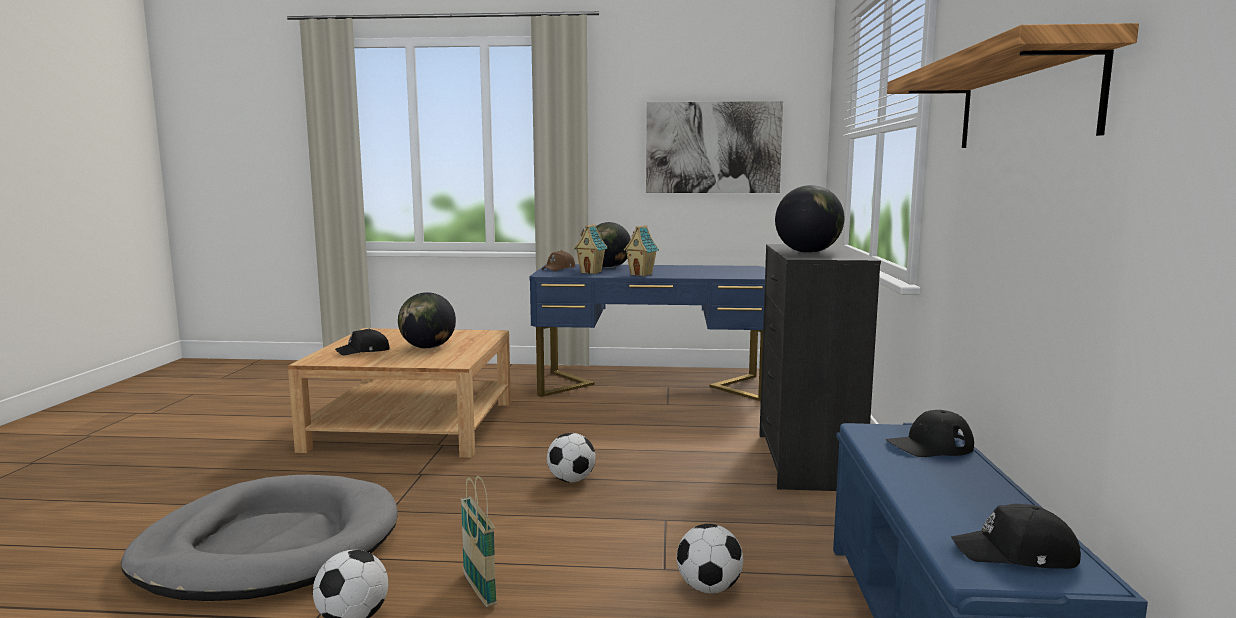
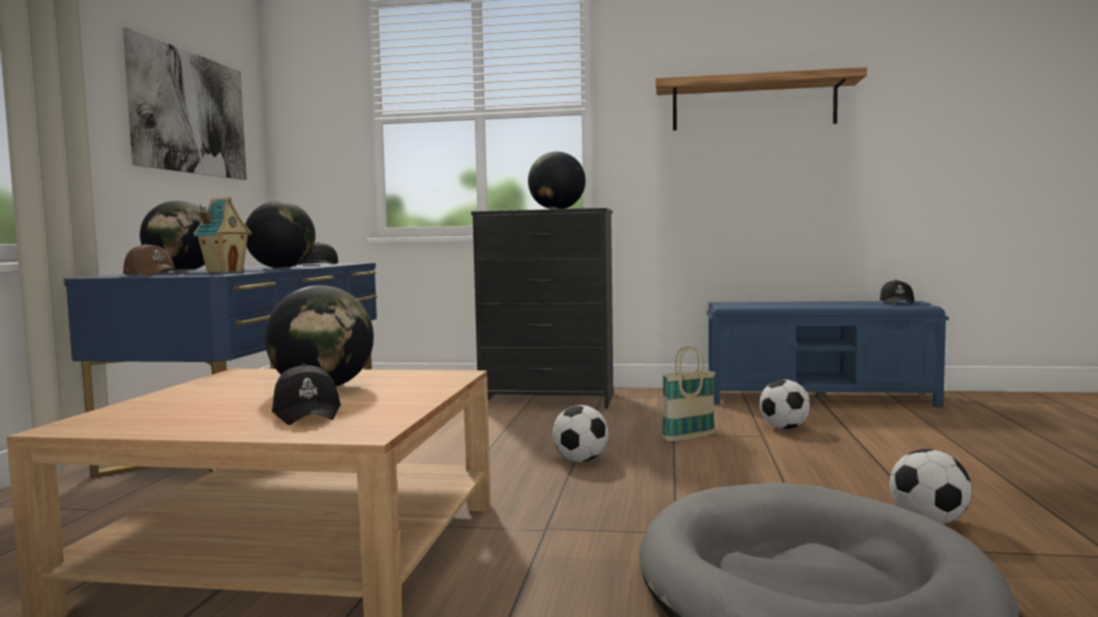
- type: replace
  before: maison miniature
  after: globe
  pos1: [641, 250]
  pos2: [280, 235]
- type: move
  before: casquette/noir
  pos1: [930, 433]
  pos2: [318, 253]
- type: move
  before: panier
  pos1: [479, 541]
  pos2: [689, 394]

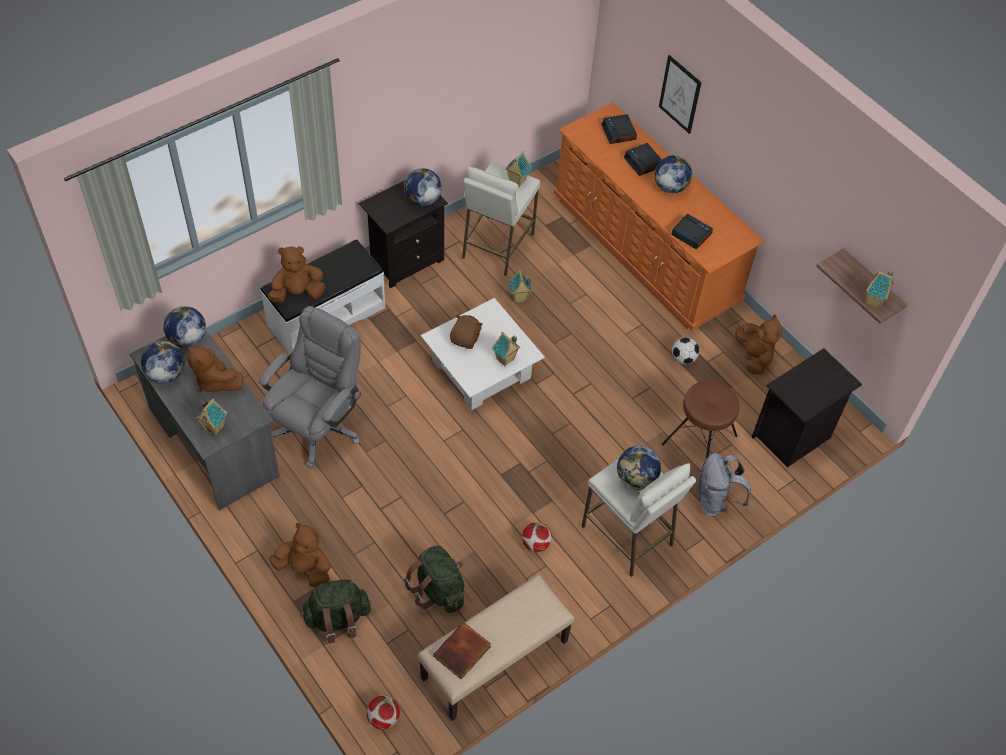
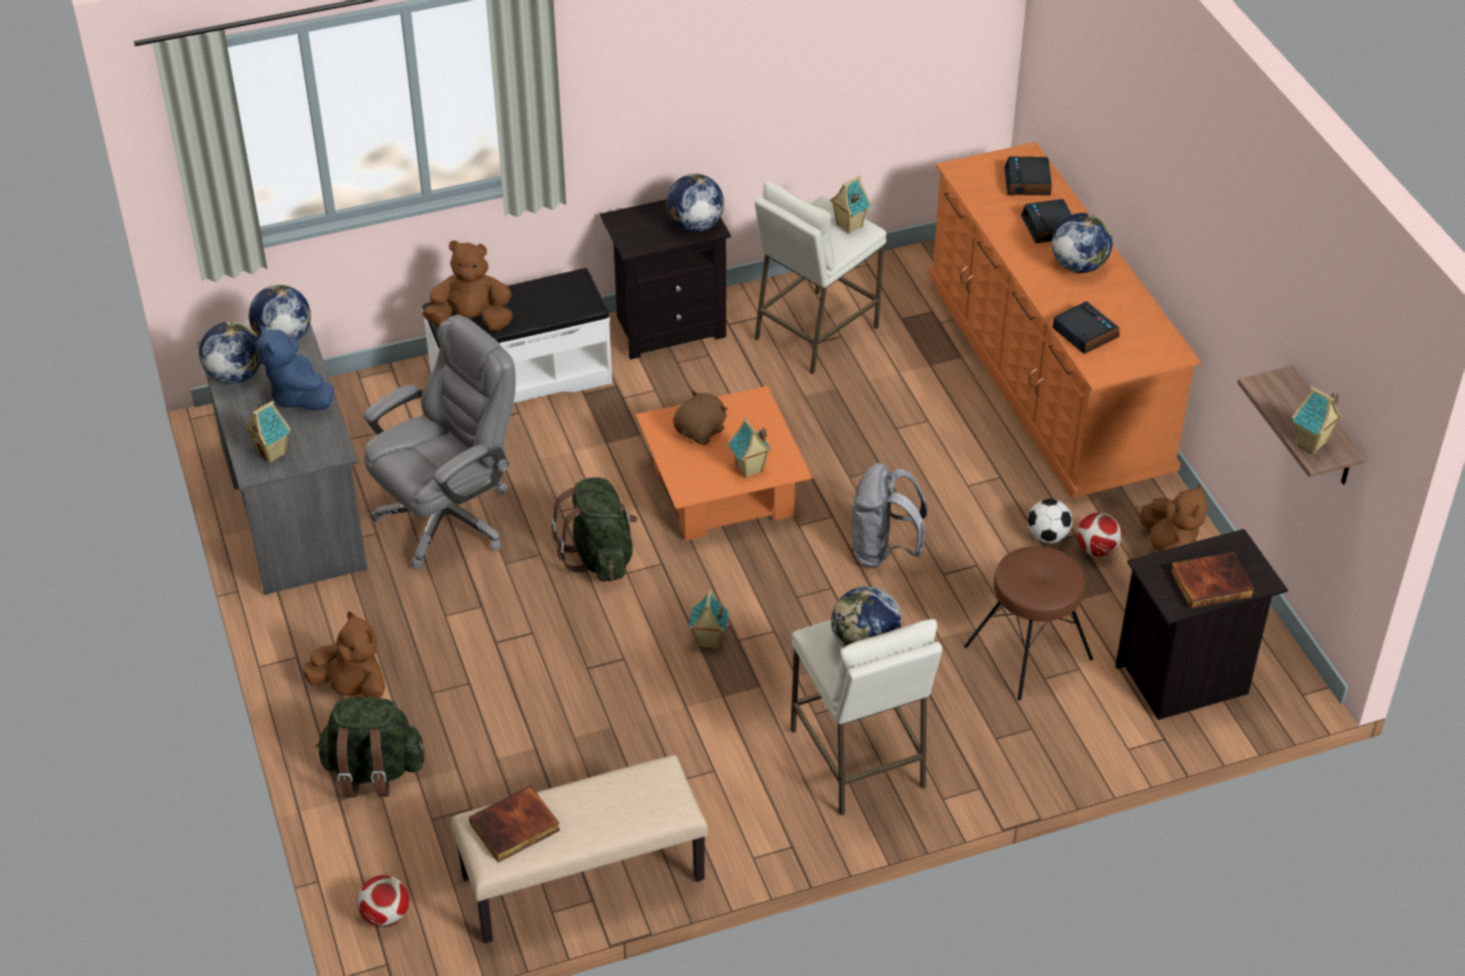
- type: delete
  before: tableau
  pos1: [680, 94]
- type: move
  before: maison miniature
  pos1: [520, 286]
  pos2: [708, 619]
- type: recolor
  before: table basse/blanc
  after: table basse/orange
  pos1: [483, 354]
  pos2: [724, 463]
- type: recolor
  before: peluche/marron
  after: peluche/bleu
  pos1: [215, 369]
  pos2: [295, 367]
- type: move
  before: sac à dos/gris
  pos1: [723, 485]
  pos2: [890, 515]
- type: move
  before: ballon de foot
  pos1: [537, 537]
  pos2: [1099, 534]
- type: move
  before: sac à dos/vert
  pos1: [434, 579]
  pos2: [594, 529]
- type: insert
  after: livre
  pos2: [1212, 580]

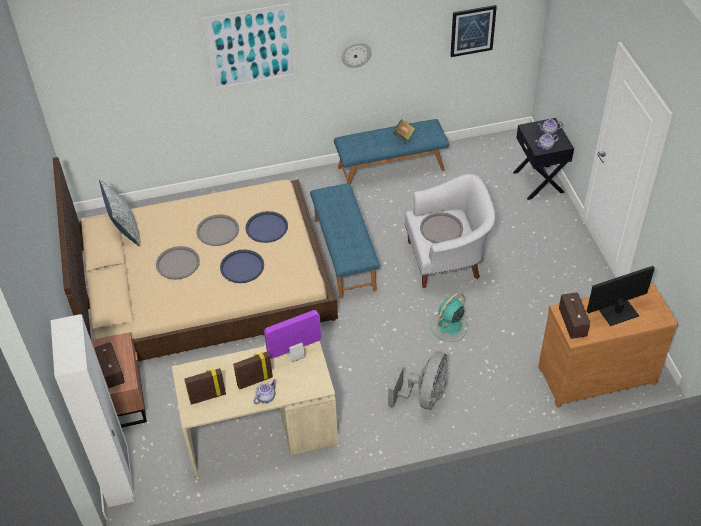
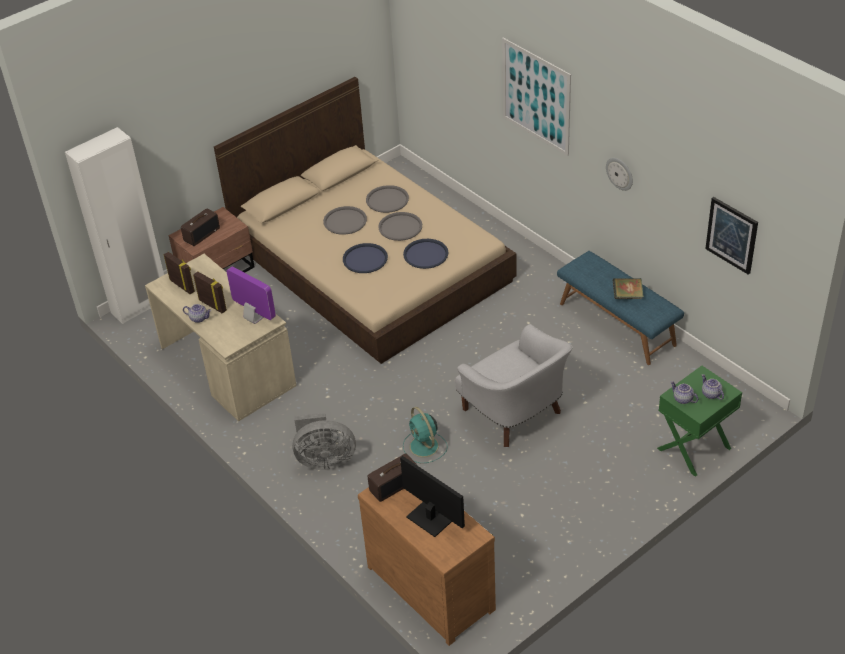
- type: recolor
  before: table de chevet/noir
  after: table de chevet/vert
  pos1: [543, 159]
  pos2: [699, 421]
- type: delete
  before: coussin
  pos1: [120, 213]
- type: delete
  before: banc/bleu
  pos1: [345, 241]
- type: move
  before: plateau/gris
  pos1: [441, 228]
  pos2: [387, 199]
- type: rotate
  before: ventilateur/turquoise
  pos1: [449, 317]
  pos2: [425, 435]
  turn: -135

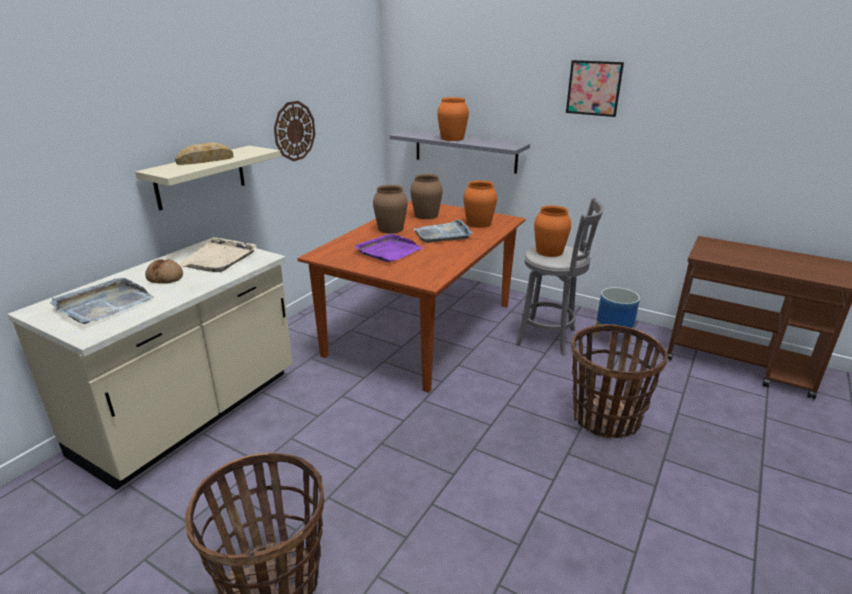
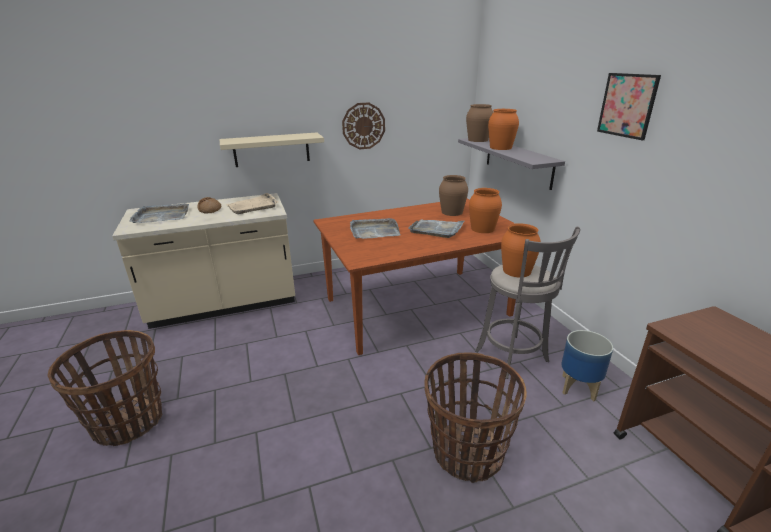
- type: delete
  before: pain
  pos1: [204, 153]
- type: move
  before: vase/marron
  pos1: [390, 209]
  pos2: [479, 123]
- type: recolor
  before: plateau/violet
  after: plateau/gris
  pos1: [389, 248]
  pos2: [375, 228]

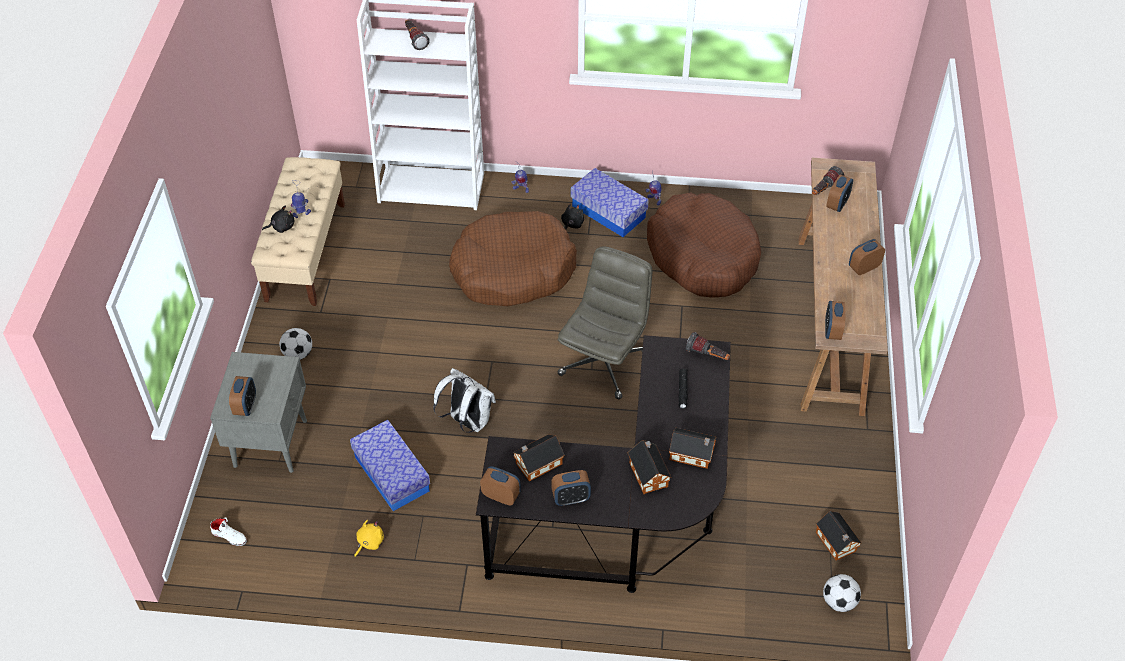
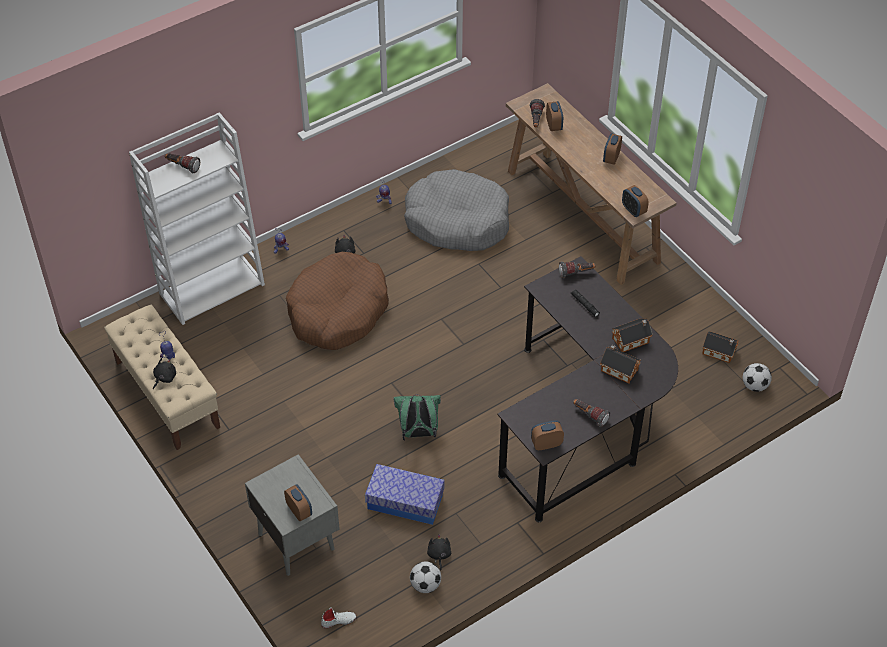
- type: delete
  before: boîte de rangement
  pos1: [610, 202]
- type: recolor
  before: panier pour chien/marron
  after: panier pour chien/gris
  pos1: [704, 245]
  pos2: [456, 210]
- type: delete
  before: chaise de bureau/gris
  pos1: [604, 323]
- type: move
  before: ballon de foot
  pos1: [296, 344]
  pos2: [425, 577]
- type: recolor
  before: sac à dos/blanc
  after: sac à dos/vert
  pos1: [464, 400]
  pos2: [417, 417]
- type: delete
  before: maison miniature
  pos1: [538, 457]
- type: replace
  before: réveil
  after: lampe de poche
  pos1: [571, 488]
  pos2: [591, 413]
- type: recolor
  before: peluche/jaune
  after: peluche/noir
  pos1: [369, 538]
  pos2: [439, 552]

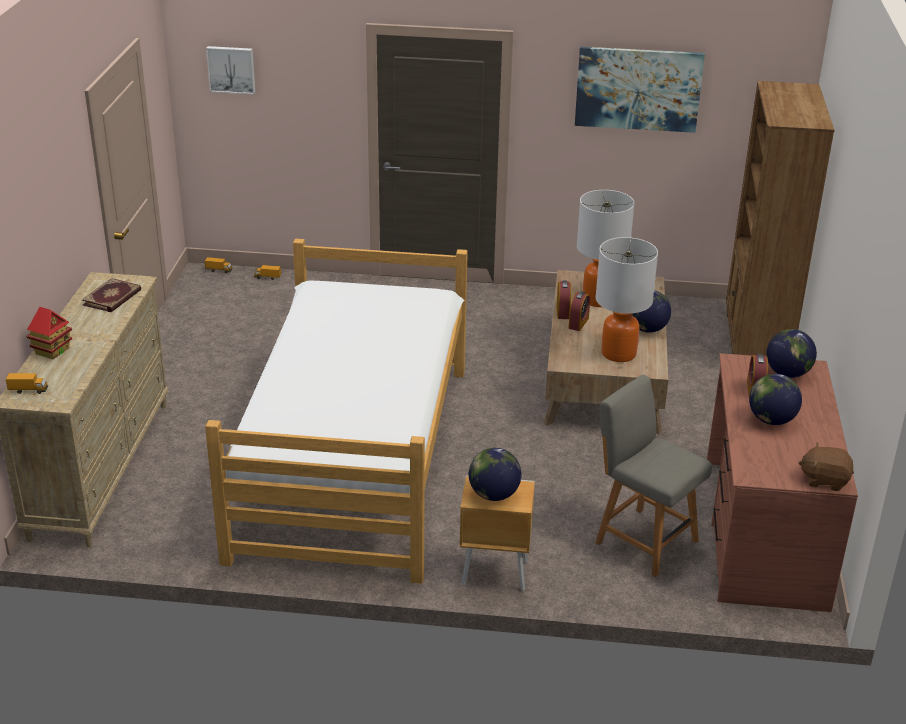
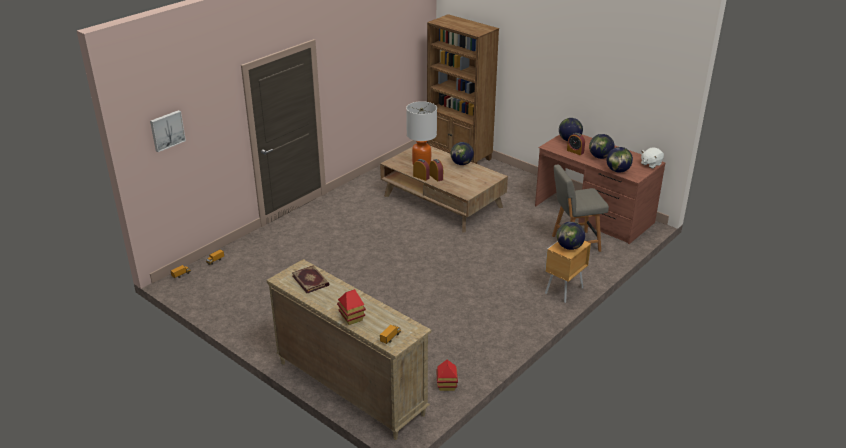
- type: delete
  before: tableau
  pos1: [640, 90]
- type: delete
  before: lampe de table
  pos1: [626, 299]
- type: delete
  before: lit
  pos1: [336, 411]
- type: recolor
  before: peluche/marron
  after: peluche/blanc
  pos1: [826, 466]
  pos2: [652, 158]
- type: insert
  after: globe
  pos2: [620, 160]
- type: insert
  after: maison miniature
  pos2: [447, 375]

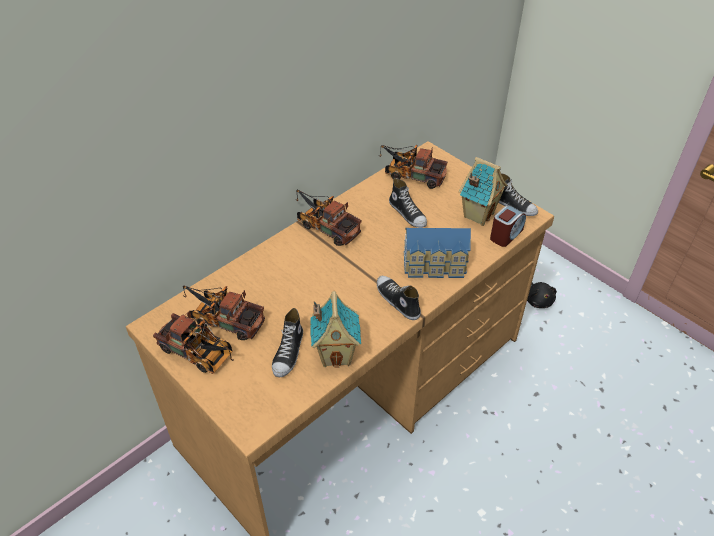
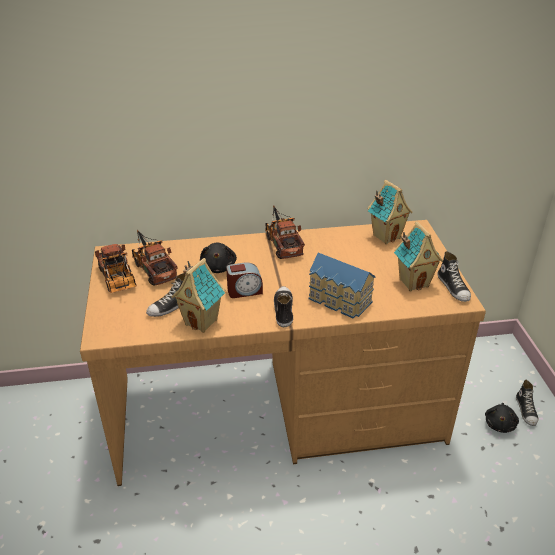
- type: replace
  before: camion jouet
  after: maison miniature
  pos1: [413, 167]
  pos2: [390, 212]
- type: move
  before: chaussure
  pos1: [408, 203]
  pos2: [527, 403]
- type: move
  before: réveil
  pos1: [508, 226]
  pos2: [244, 280]
- type: insert
  after: peluche/noir
  pos2: [218, 257]

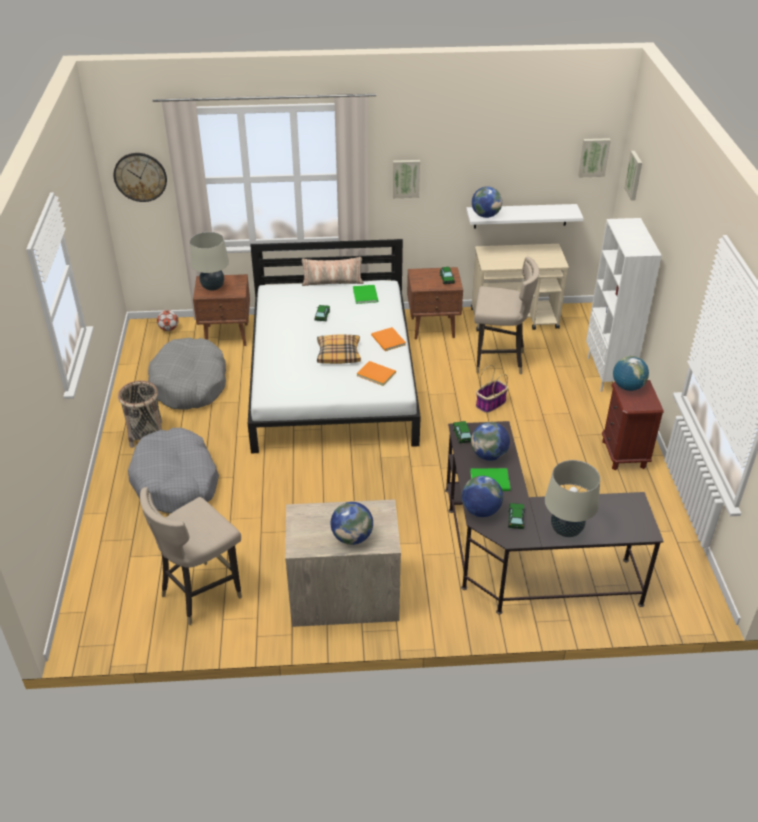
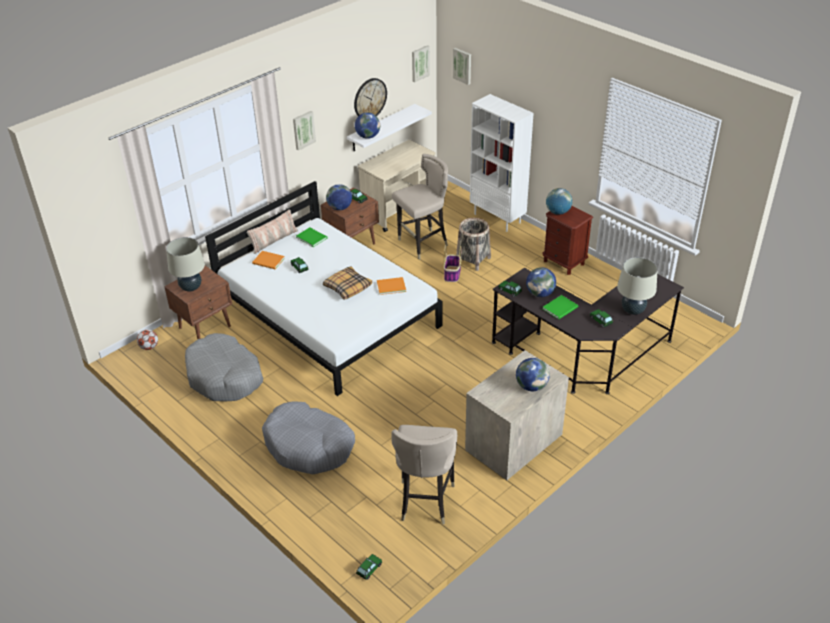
- type: move
  before: horloge murale
  pos1: [140, 177]
  pos2: [370, 97]
- type: move
  before: livre/orange
  pos1: [388, 339]
  pos2: [268, 260]
- type: move
  before: panier
  pos1: [140, 414]
  pos2: [473, 244]
- type: move
  before: globe
  pos1: [482, 496]
  pos2: [339, 197]
- type: insert
  after: petite voiture
  pos2: [369, 567]

